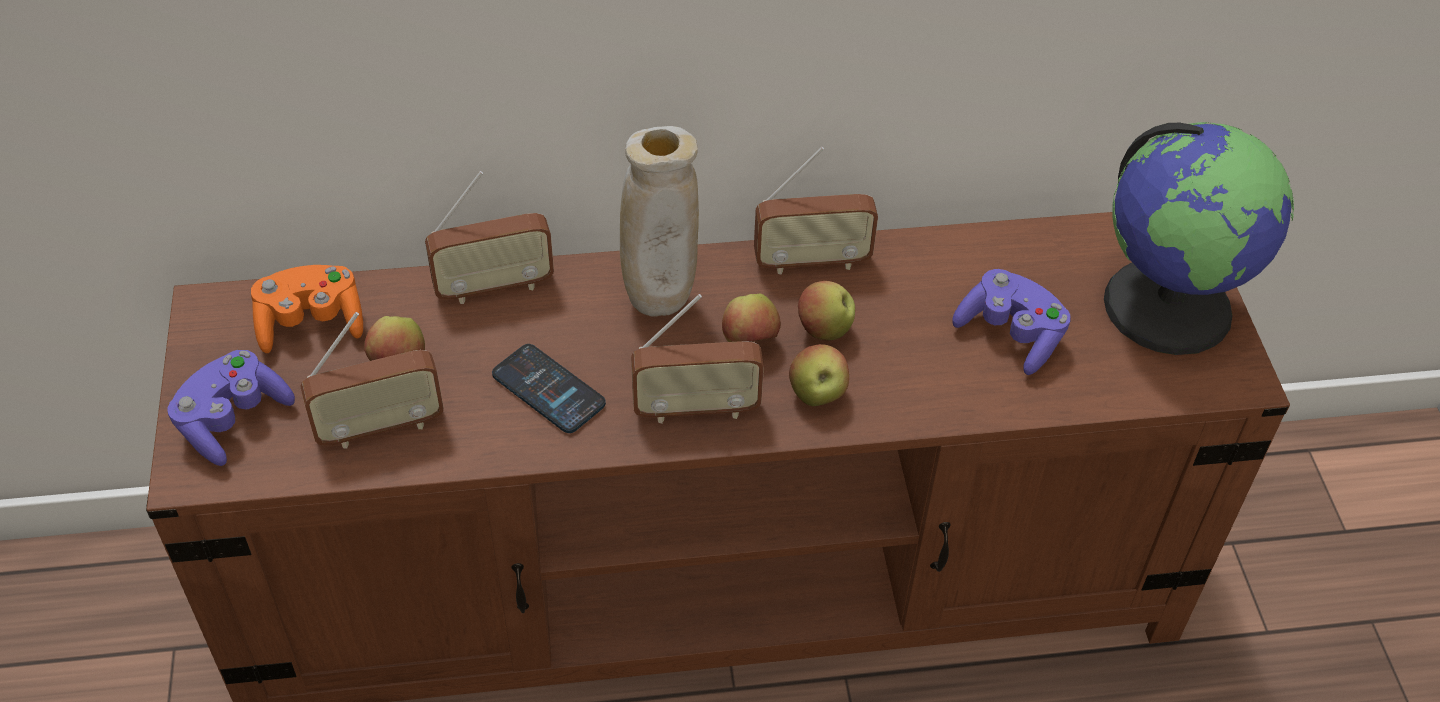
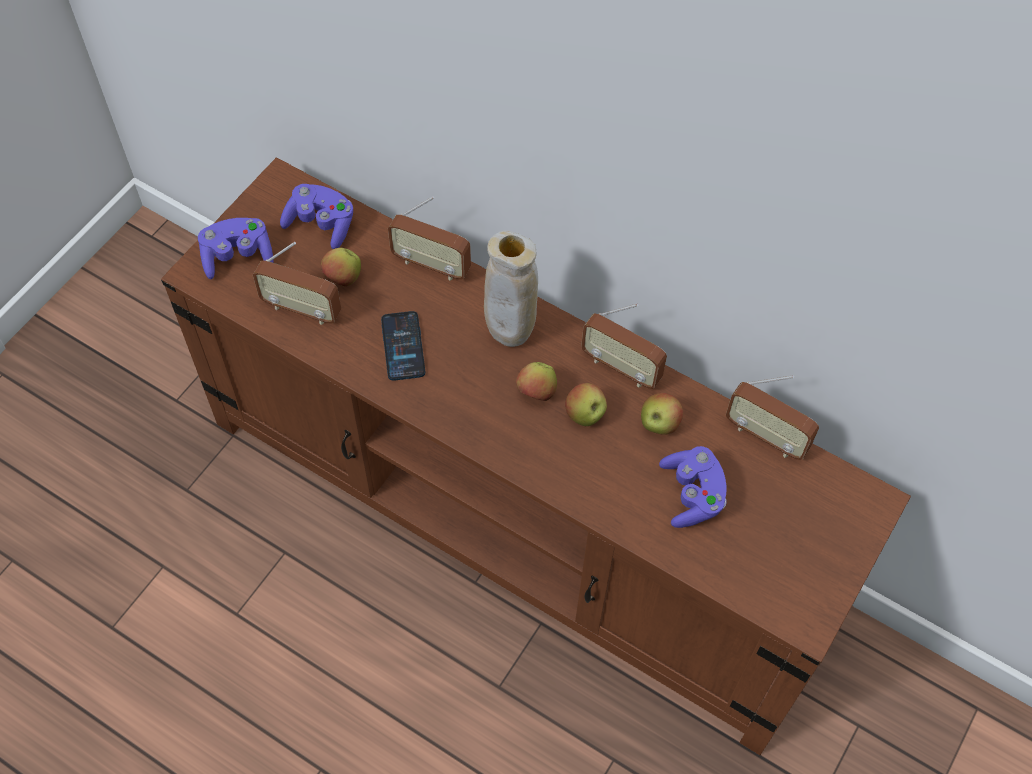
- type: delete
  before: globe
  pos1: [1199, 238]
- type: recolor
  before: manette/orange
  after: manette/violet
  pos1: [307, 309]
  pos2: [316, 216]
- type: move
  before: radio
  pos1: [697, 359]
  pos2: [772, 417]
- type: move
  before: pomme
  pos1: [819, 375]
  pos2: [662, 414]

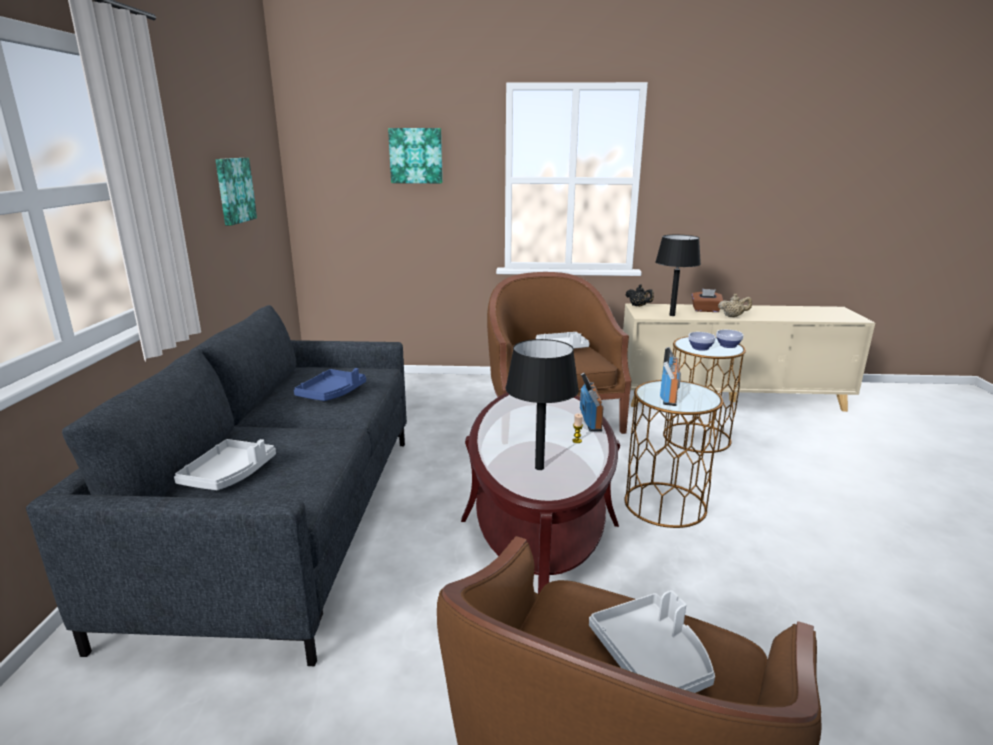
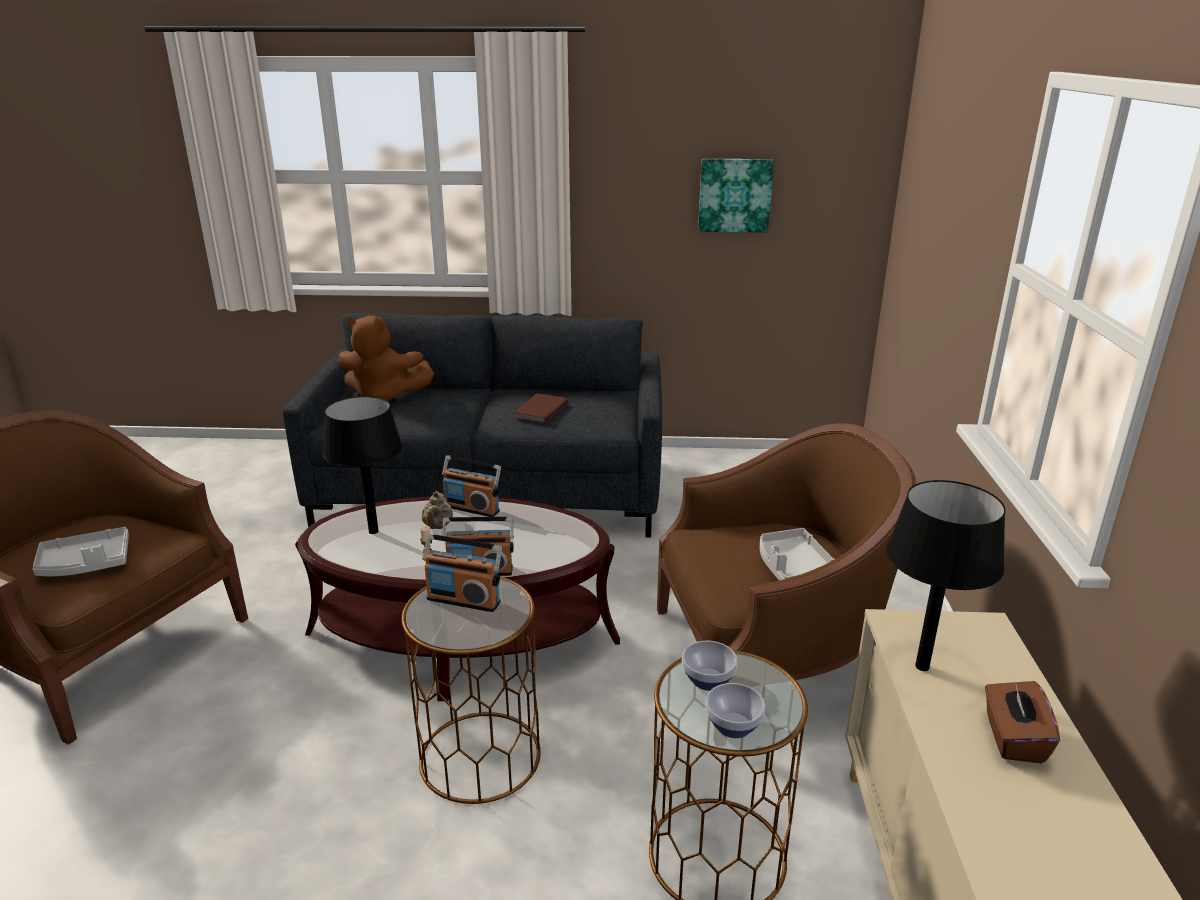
- type: delete
  before: tableau
  pos1: [415, 155]
- type: delete
  before: théière/noir
  pos1: [639, 296]
- type: move
  before: théière/beige
  pos1: [735, 305]
  pos2: [437, 510]
- type: replace
  before: plateau/bleu
  after: livre/marron
  pos1: [330, 384]
  pos2: [540, 408]
- type: replace
  before: plateau/gris
  after: peluche/marron
  pos1: [225, 464]
  pos2: [386, 357]
- type: insert
  after: radio
  pos2: [471, 486]

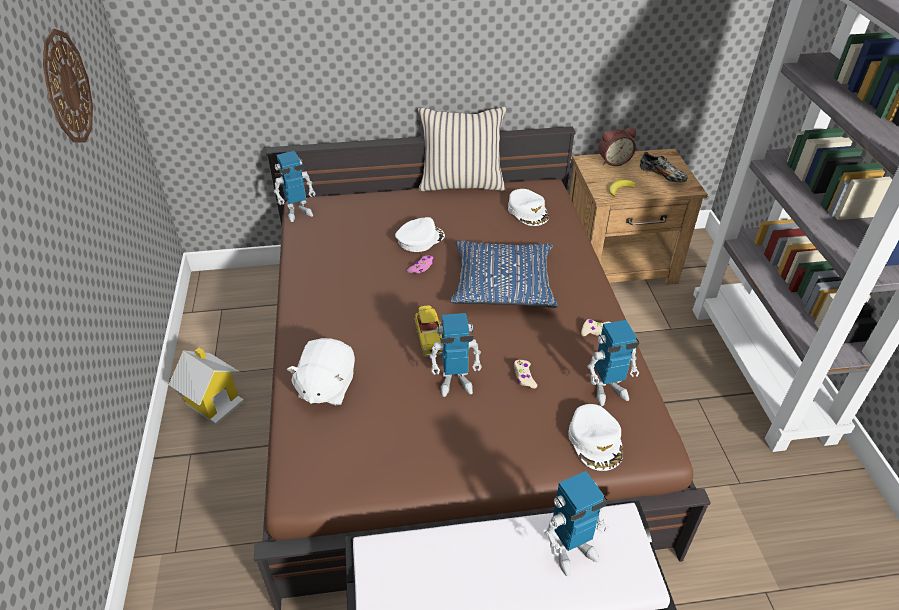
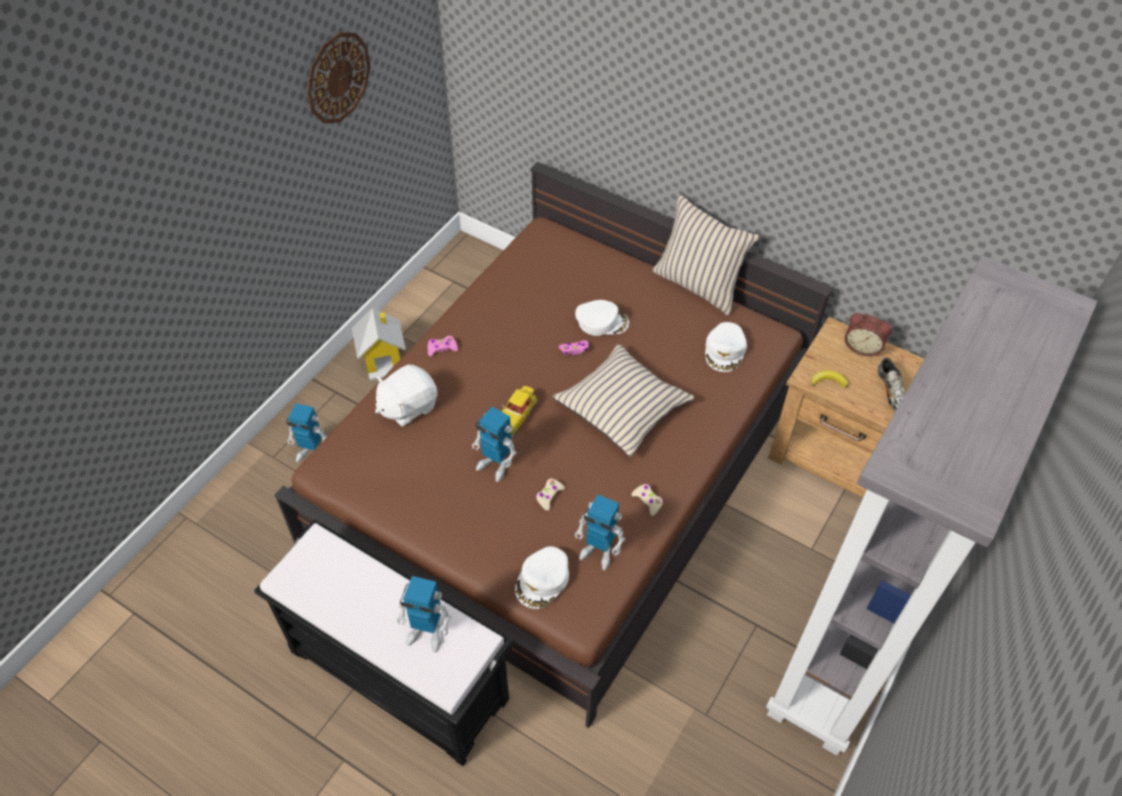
- type: move
  before: robot jouet
  pos1: [295, 186]
  pos2: [306, 432]
- type: recolor
  before: coussin/bleu
  after: coussin/beige
  pos1: [504, 274]
  pos2: [624, 400]
- type: insert
  after: manette/rose
  pos2: [443, 346]

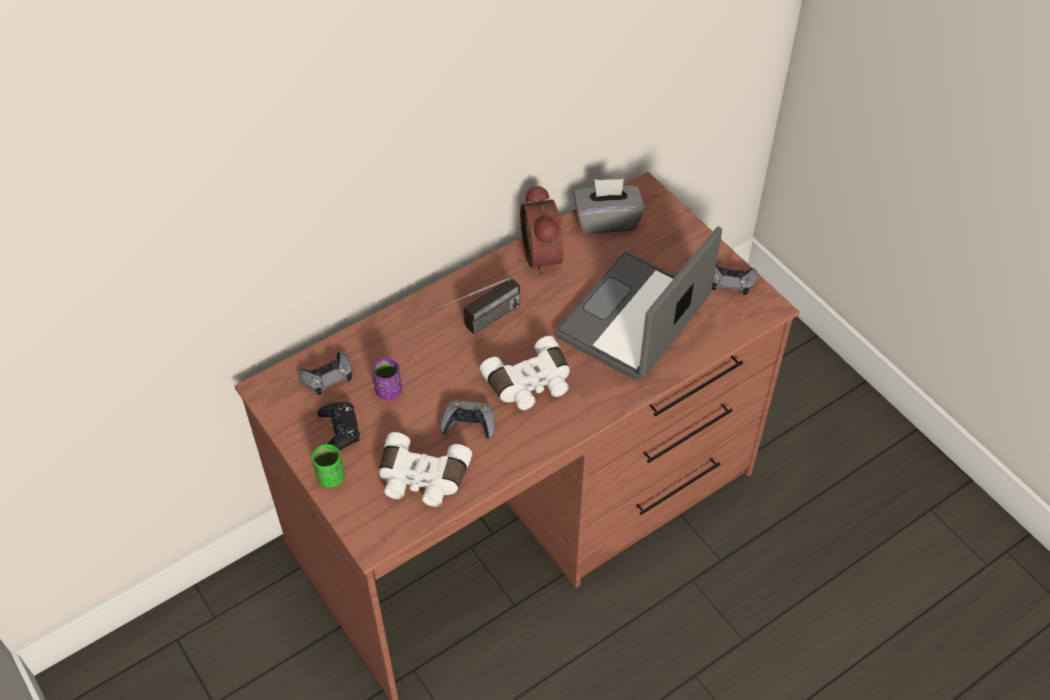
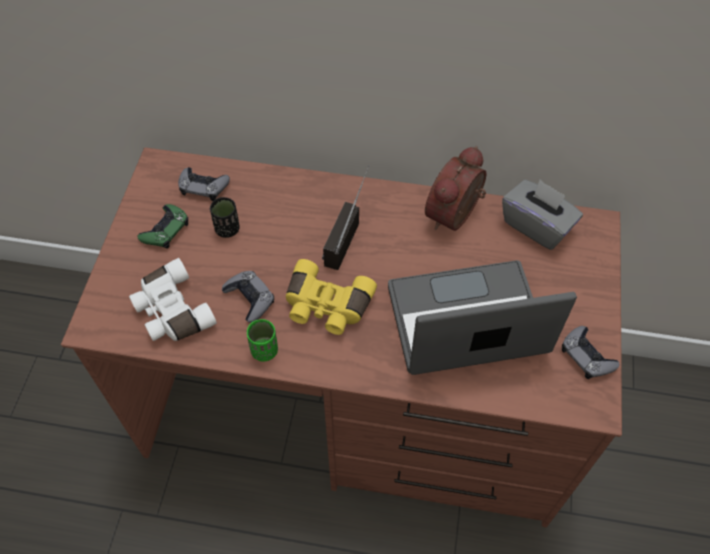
- type: rotate
  before: radio
  pos1: [478, 305]
  pos2: [346, 217]
  turn: 105
- type: recolor
  before: jumelles/blanc
  after: jumelles/jaune
  pos1: [525, 373]
  pos2: [331, 297]
- type: recolor
  before: tasse/violet
  after: tasse/noir
  pos1: [387, 379]
  pos2: [225, 217]
- type: recolor
  before: manette/noir
  after: manette/vert
  pos1: [338, 426]
  pos2: [163, 226]
- type: move
  before: tasse/vert
  pos1: [328, 466]
  pos2: [262, 340]

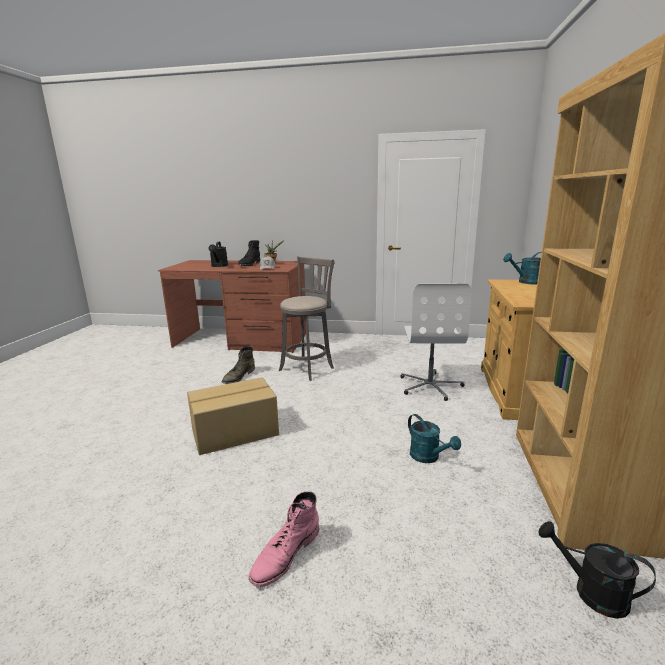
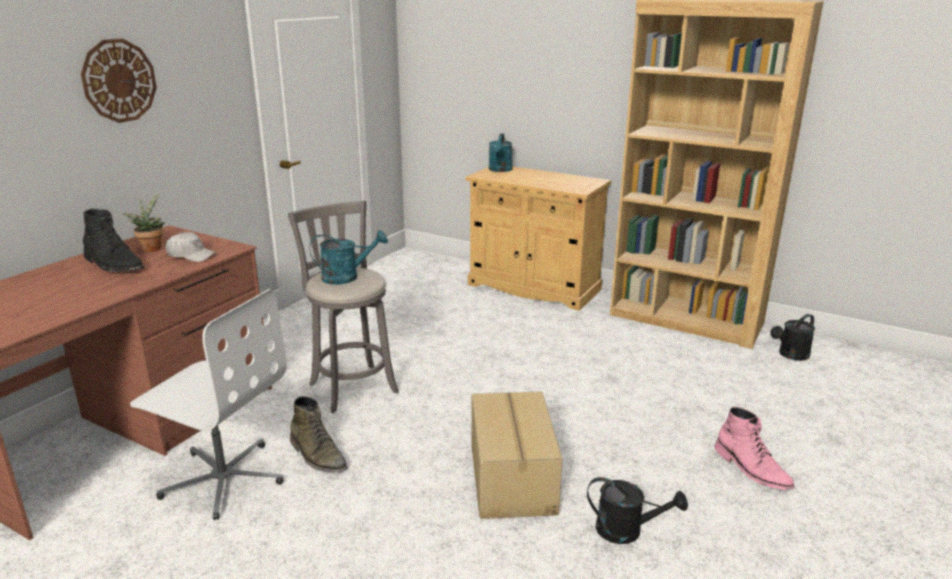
- type: move
  before: arrosoir/noir
  pos1: [218, 254]
  pos2: [637, 510]
- type: move
  before: chaise de bureau/blanc
  pos1: [436, 342]
  pos2: [208, 404]
- type: move
  before: arrosoir/turquoise
  pos1: [434, 438]
  pos2: [349, 257]
- type: insert
  after: horloge murale
  pos2: [119, 81]

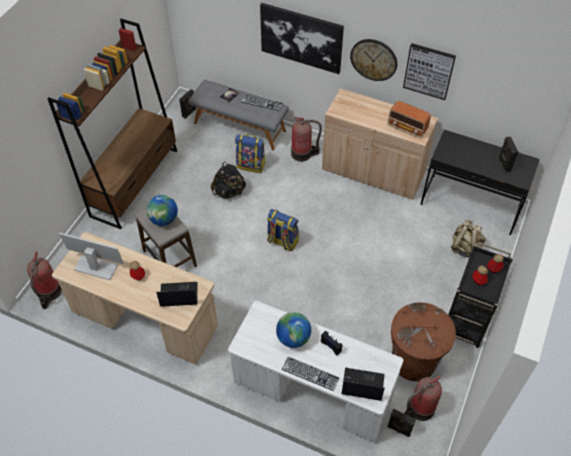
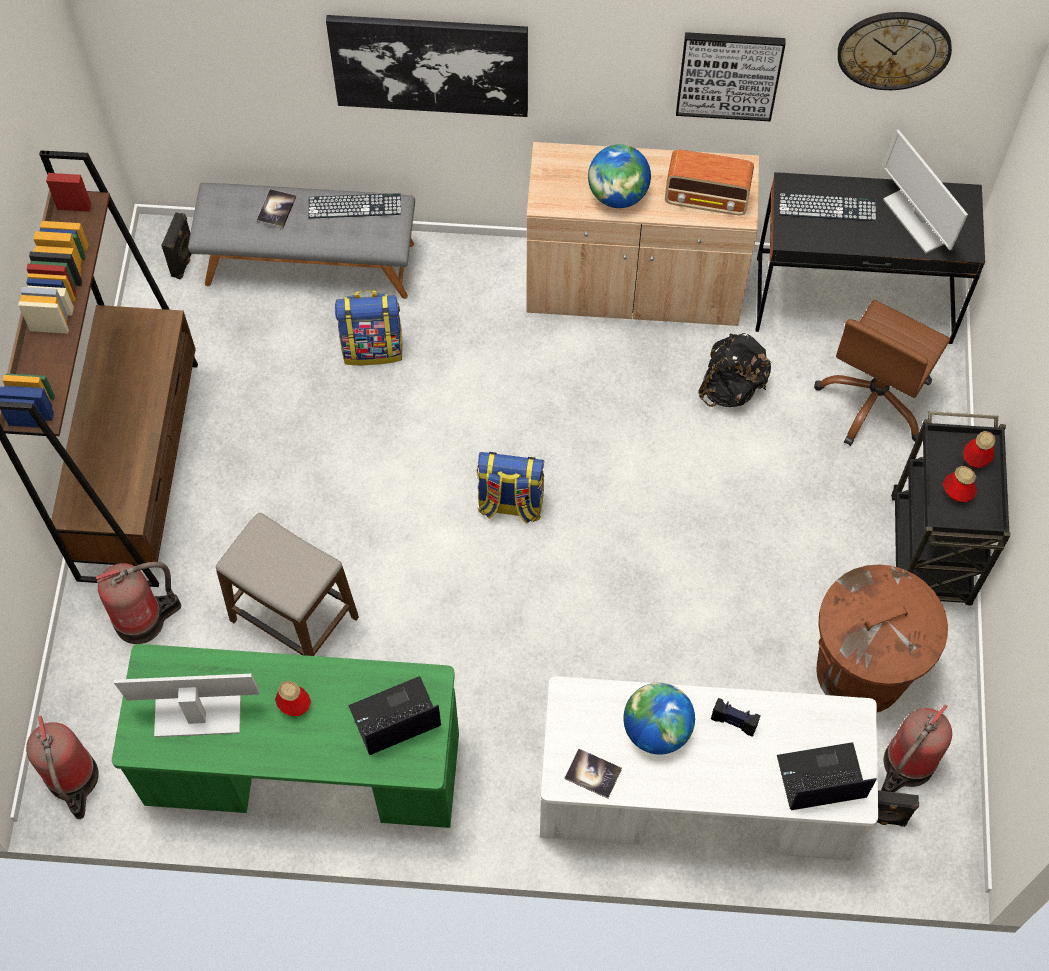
- type: move
  before: horloge murale
  pos1: [373, 60]
  pos2: [895, 51]
- type: move
  before: extincteur
  pos1: [306, 139]
  pos2: [138, 603]
- type: replace
  before: enceinte/noir
  after: écran d'ordinateur
  pos1: [508, 154]
  pos2: [925, 191]
- type: move
  before: sac à dos/noir
  pos1: [228, 181]
  pos2: [735, 370]
- type: move
  before: globe
  pos1: [162, 210]
  pos2: [619, 176]
- type: replace
  before: sac à dos/beige
  after: chaise de bureau/marron
  pos1: [468, 238]
  pos2: [882, 373]
- type: recolor
  before: bureau/beige
  after: bureau/vert
  pos1: [135, 298]
  pos2: [285, 736]
- type: move
  before: clavier
  pos1: [310, 374]
  pos2: [827, 207]
- type: insert
  after: livre
  pos2: [593, 773]

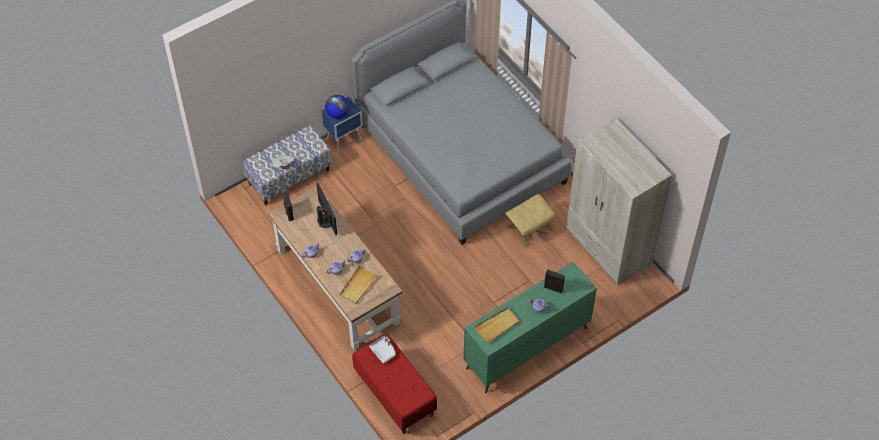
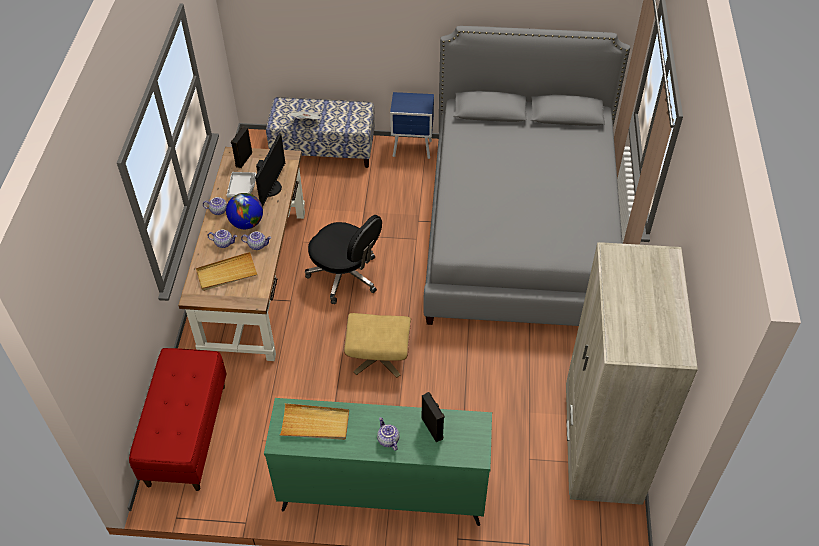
- type: move
  before: globe
  pos1: [337, 107]
  pos2: [244, 211]
- type: move
  before: pouf/beige
  pos1: [530, 220]
  pos2: [377, 345]
- type: move
  before: plateau/gris
  pos1: [382, 350]
  pos2: [241, 185]
- type: insert
  after: chaise de bureau/noir
  pos2: [343, 259]

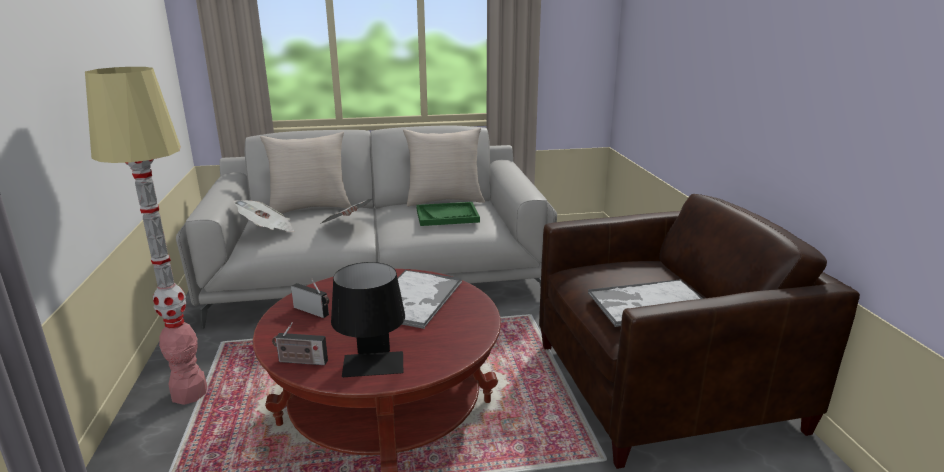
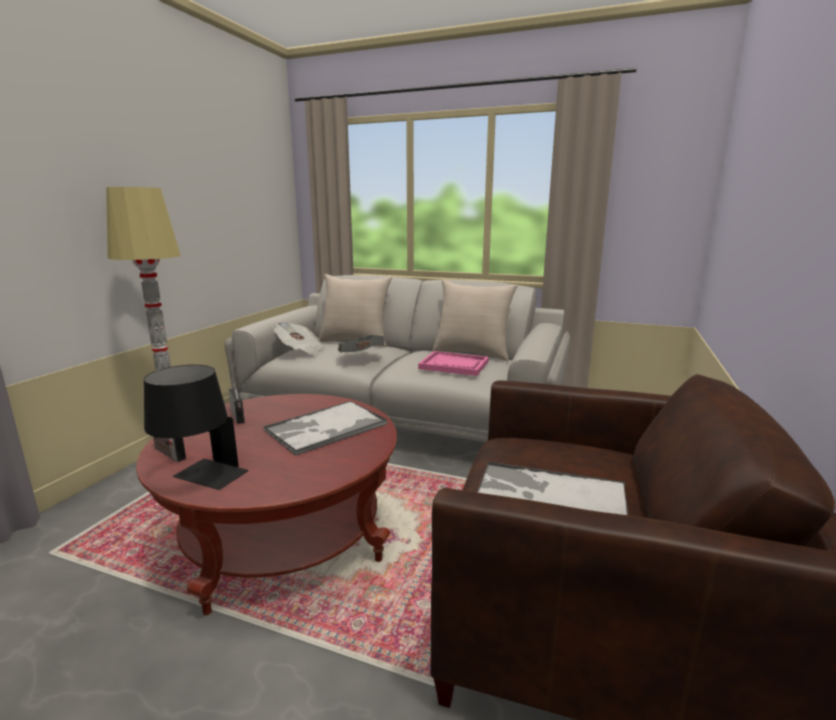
- type: recolor
  before: plateau/vert
  after: plateau/rose
  pos1: [448, 214]
  pos2: [453, 363]

